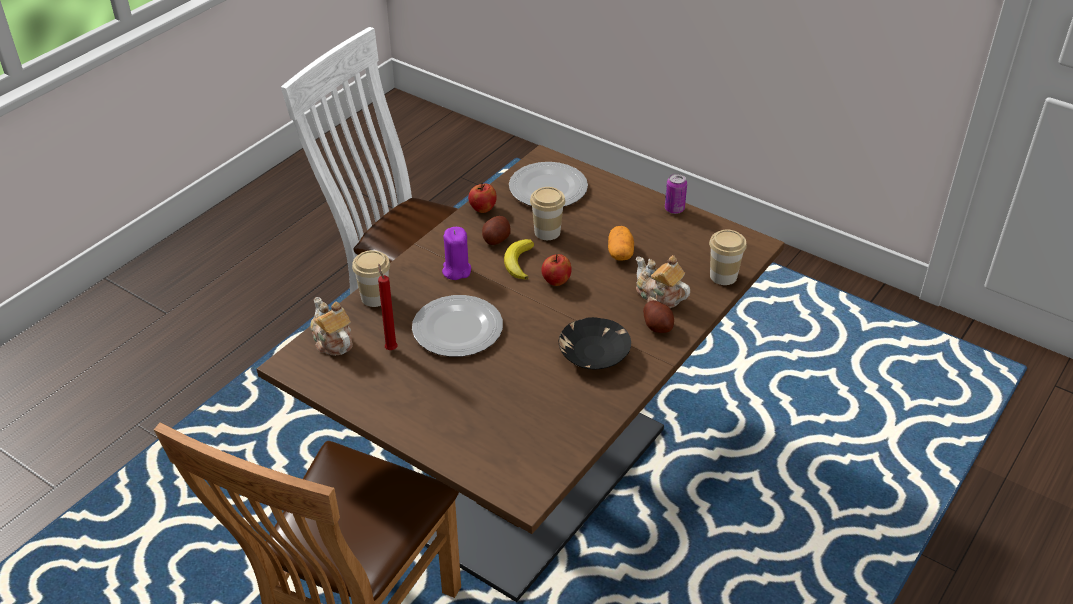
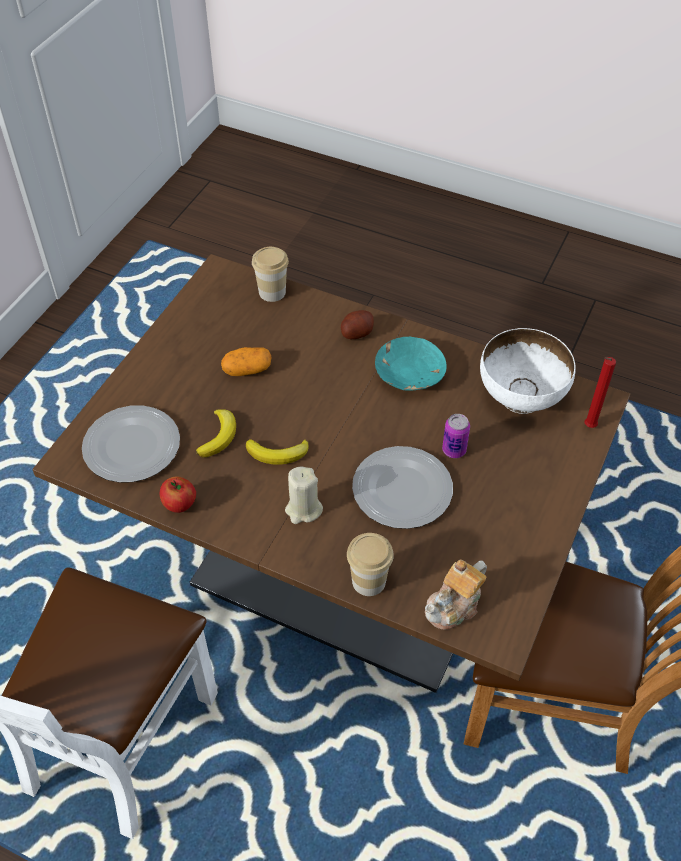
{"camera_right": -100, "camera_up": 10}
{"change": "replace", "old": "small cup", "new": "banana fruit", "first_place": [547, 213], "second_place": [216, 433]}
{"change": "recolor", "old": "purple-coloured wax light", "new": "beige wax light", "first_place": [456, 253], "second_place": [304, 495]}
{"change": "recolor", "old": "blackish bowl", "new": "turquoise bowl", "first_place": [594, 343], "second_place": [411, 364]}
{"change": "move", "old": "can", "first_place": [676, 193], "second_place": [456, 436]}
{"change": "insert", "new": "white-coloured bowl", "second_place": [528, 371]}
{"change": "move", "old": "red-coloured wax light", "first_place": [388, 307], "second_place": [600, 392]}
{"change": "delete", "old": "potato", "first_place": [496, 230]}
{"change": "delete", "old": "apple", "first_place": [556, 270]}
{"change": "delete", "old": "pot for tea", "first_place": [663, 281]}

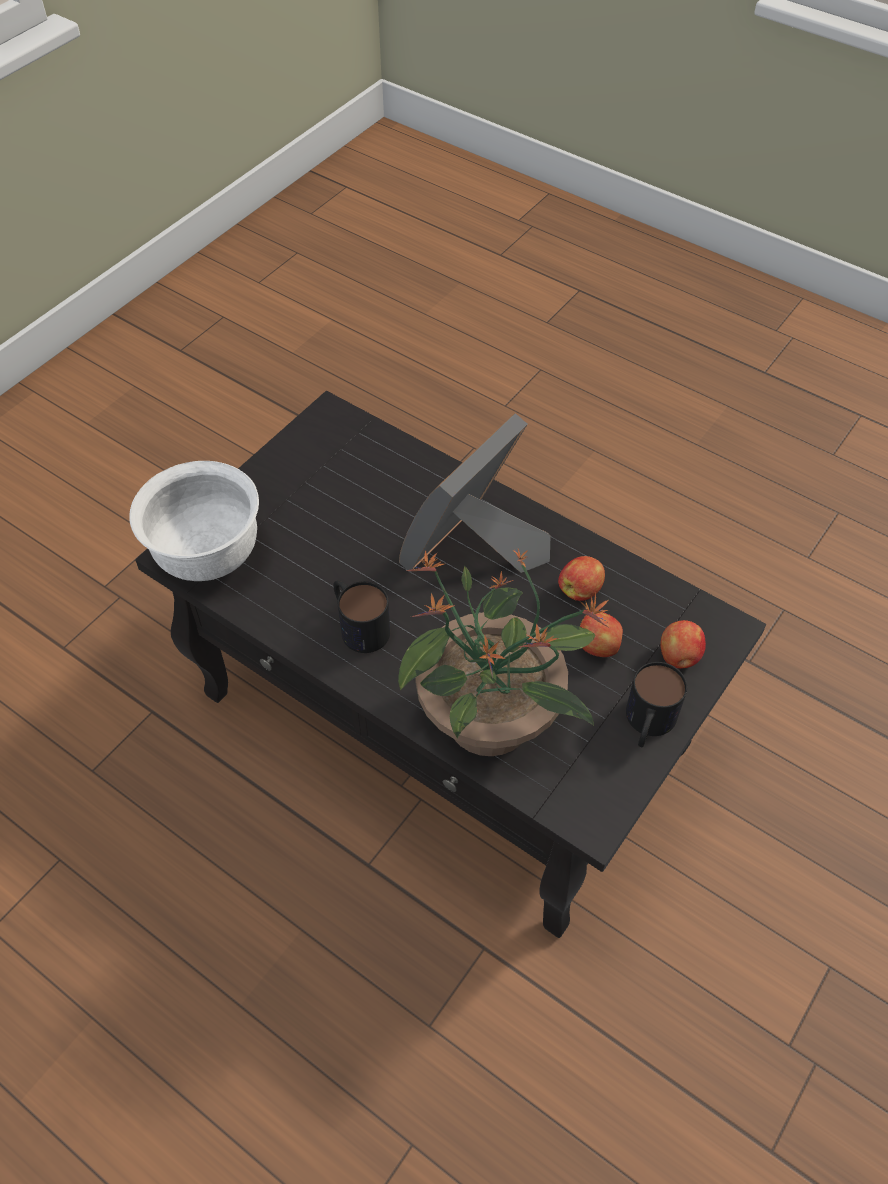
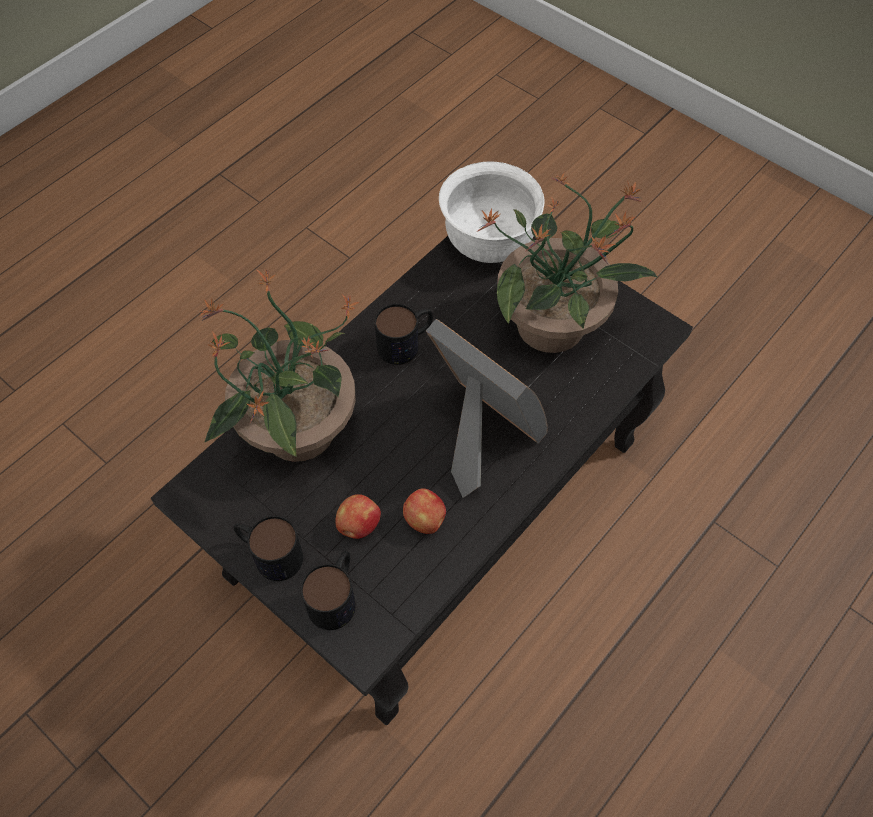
{"camera_right": 95, "camera_up": 5}
{"change": "replace", "old": "apple", "new": "coffee mug", "first_place": [683, 644], "second_place": [328, 590]}
{"change": "insert", "new": "houseplant", "second_place": [568, 262]}

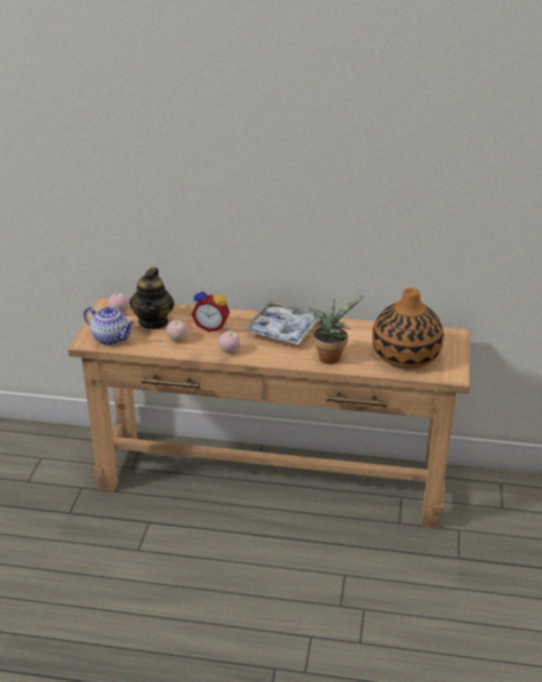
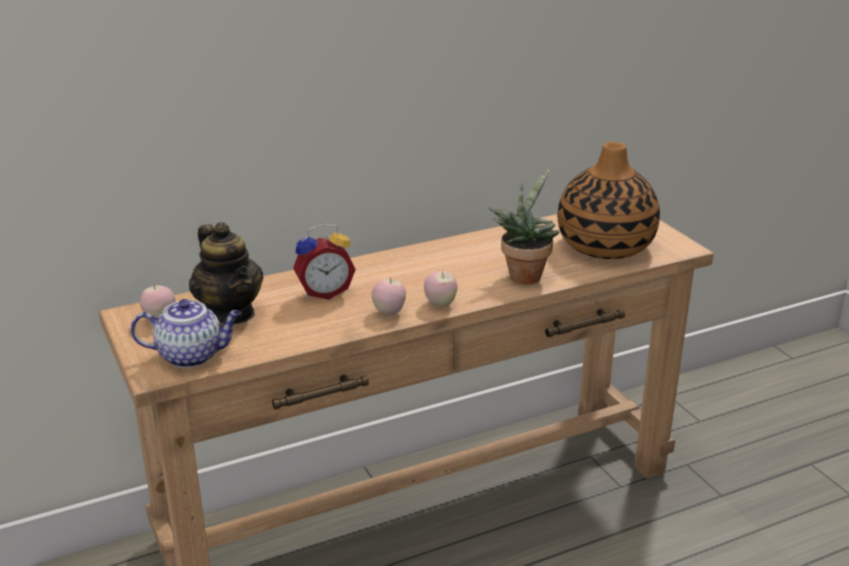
{"camera_right": -35, "camera_up": -5}
{"change": "move", "old": "apple", "first_place": [177, 331], "second_place": [440, 289]}
{"change": "delete", "old": "serving tray", "first_place": [282, 323]}

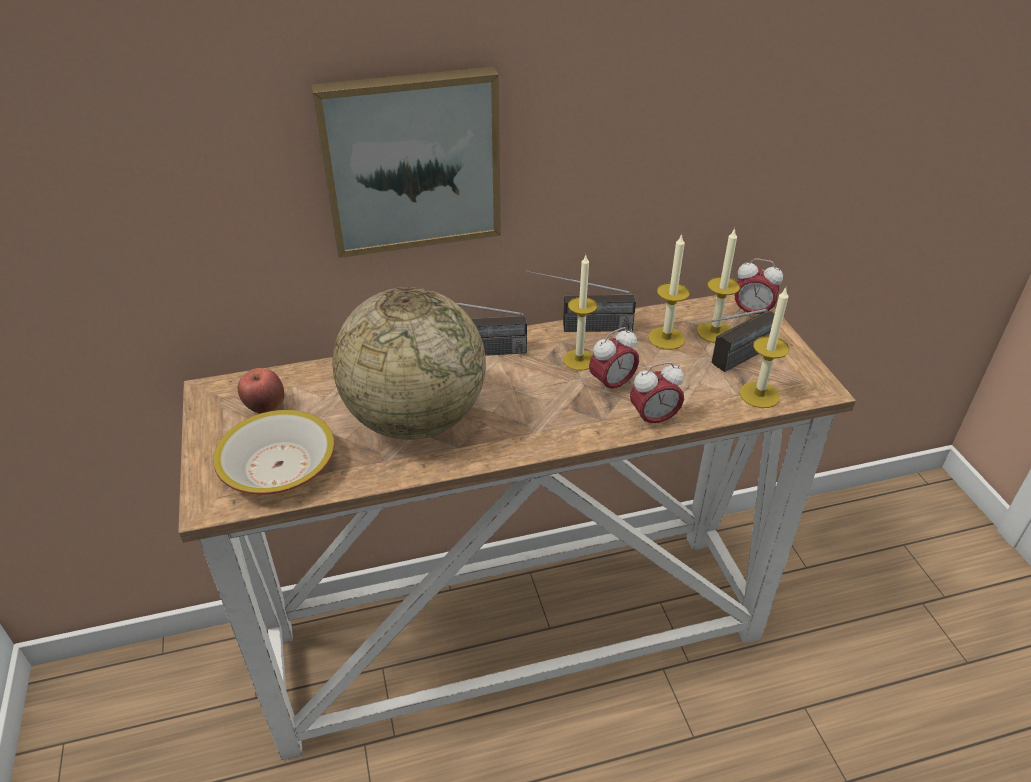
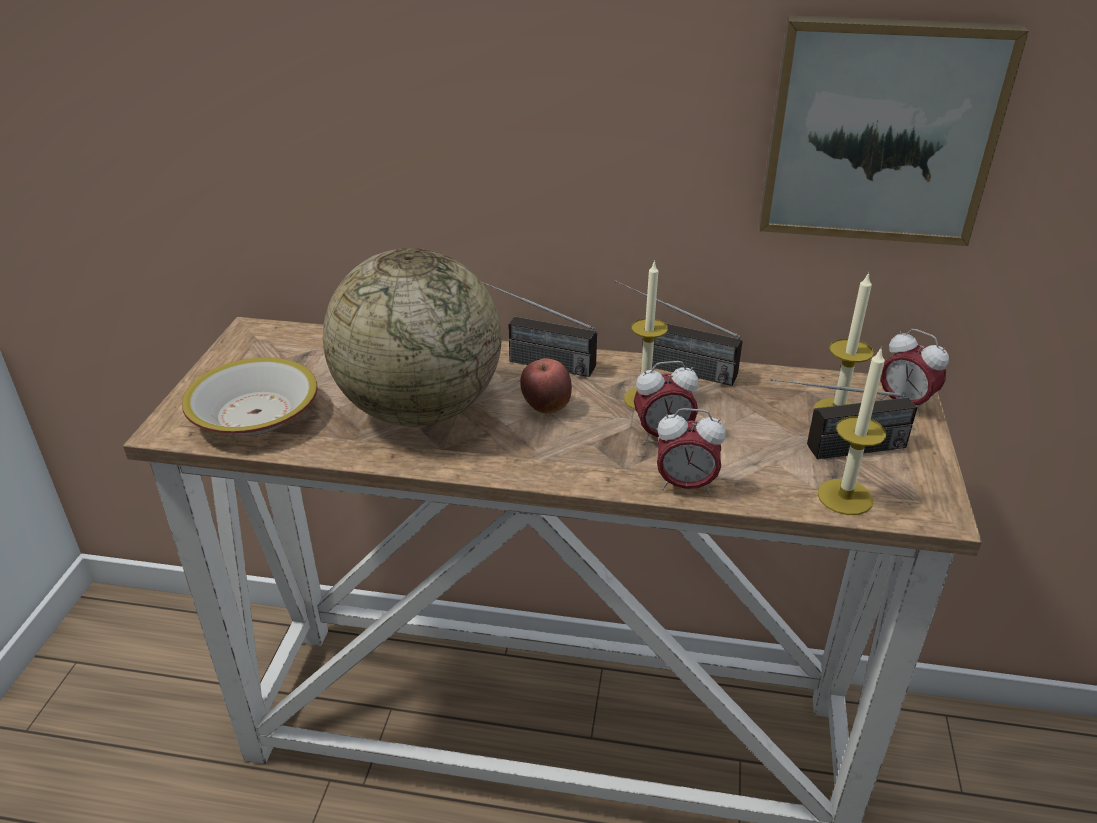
{"camera_right": 25, "camera_up": -5}
{"change": "move", "old": "apple", "first_place": [261, 391], "second_place": [546, 386]}
{"change": "move", "old": "wall art", "first_place": [406, 162], "second_place": [894, 130]}
{"change": "delete", "old": "wax light", "first_place": [669, 292]}

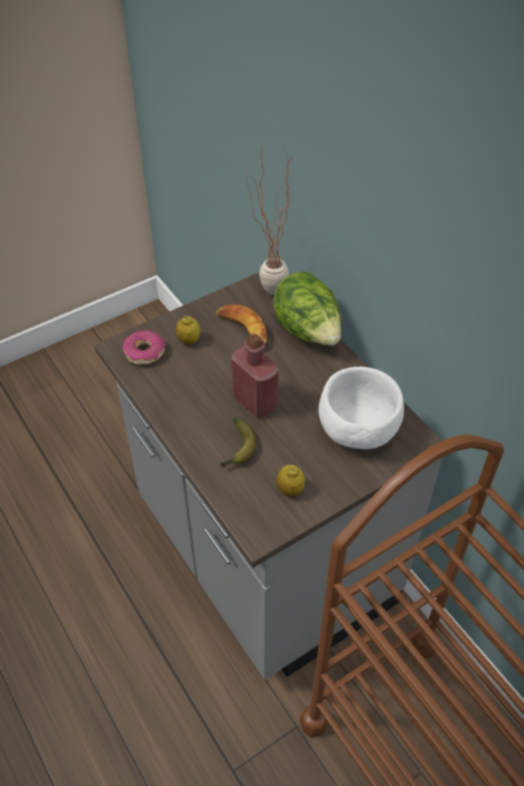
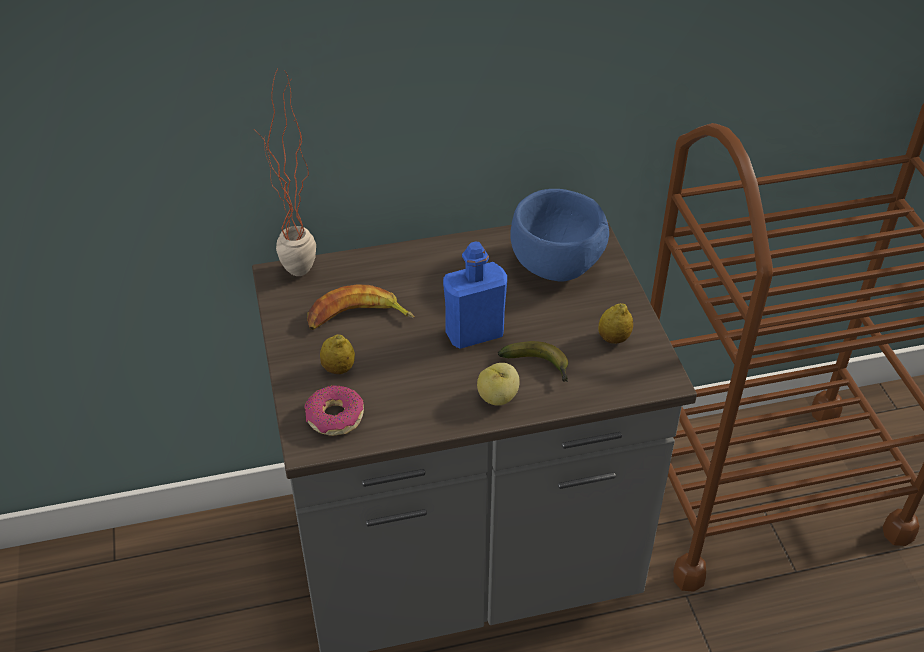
{"camera_right": -70, "camera_up": -5}
{"change": "recolor", "old": "red-coloured beverage bottle", "new": "bluish beverage bottle", "first_place": [255, 376], "second_place": [475, 295]}
{"change": "insert", "new": "apple", "second_place": [498, 384]}
{"change": "recolor", "old": "white-coloured bowl", "new": "bluish bowl", "first_place": [361, 408], "second_place": [559, 235]}
{"change": "delete", "old": "lettuce", "first_place": [307, 308]}

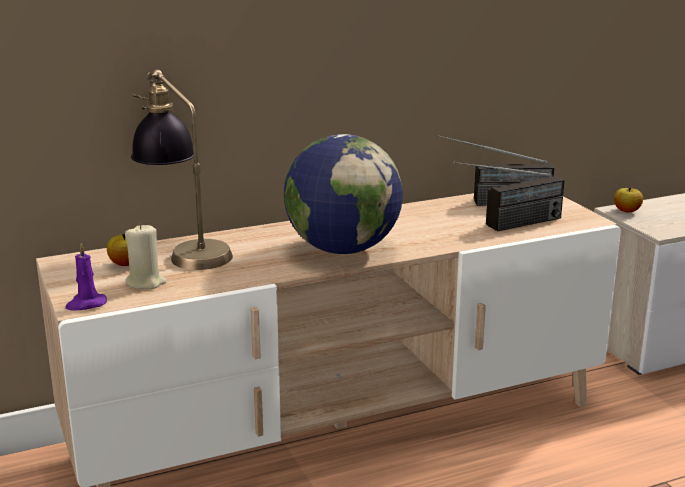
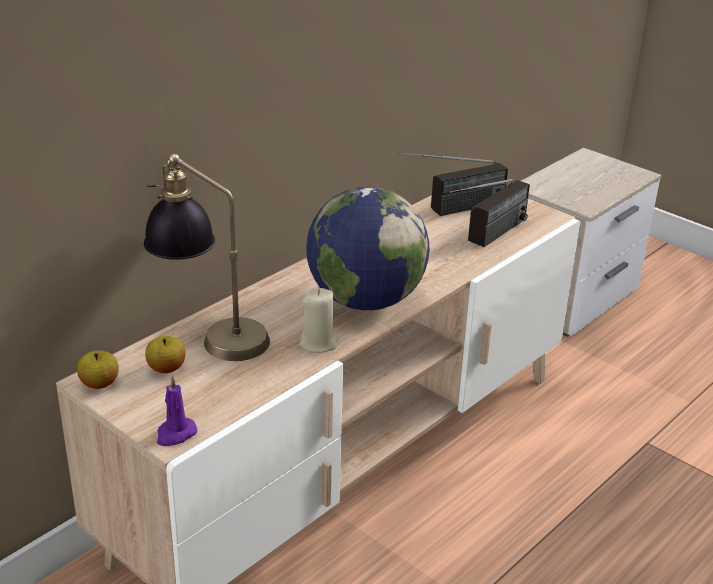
{"camera_right": -25, "camera_up": 10}
{"change": "move", "old": "apple", "first_place": [628, 199], "second_place": [98, 369]}
{"change": "move", "old": "beige wax light", "first_place": [146, 256], "second_place": [318, 320]}

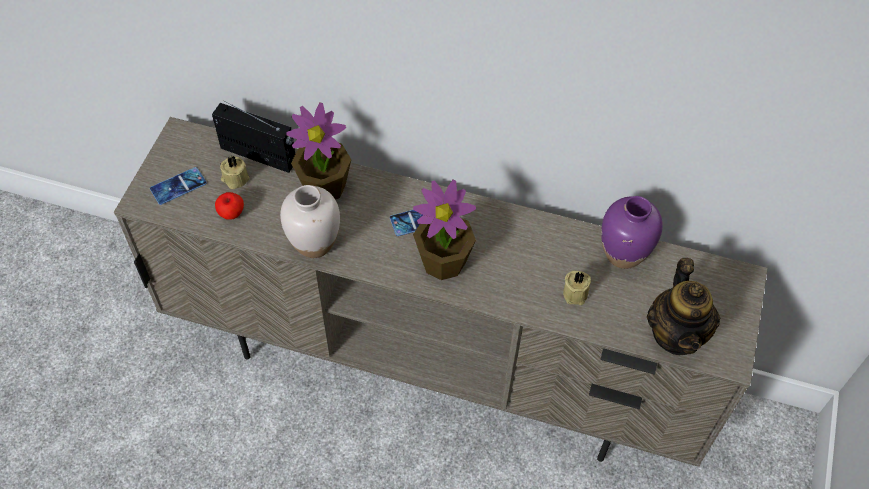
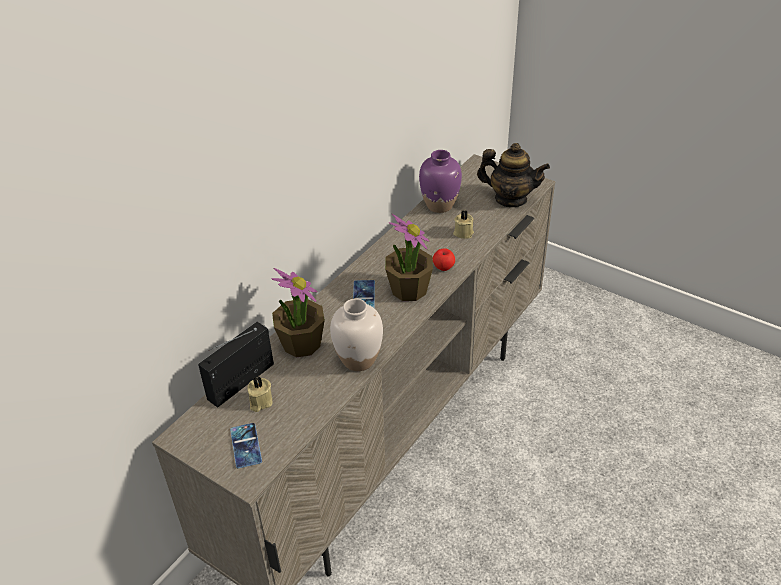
{"camera_right": -70, "camera_up": -15}
{"change": "move", "old": "apple", "first_place": [229, 206], "second_place": [444, 259]}

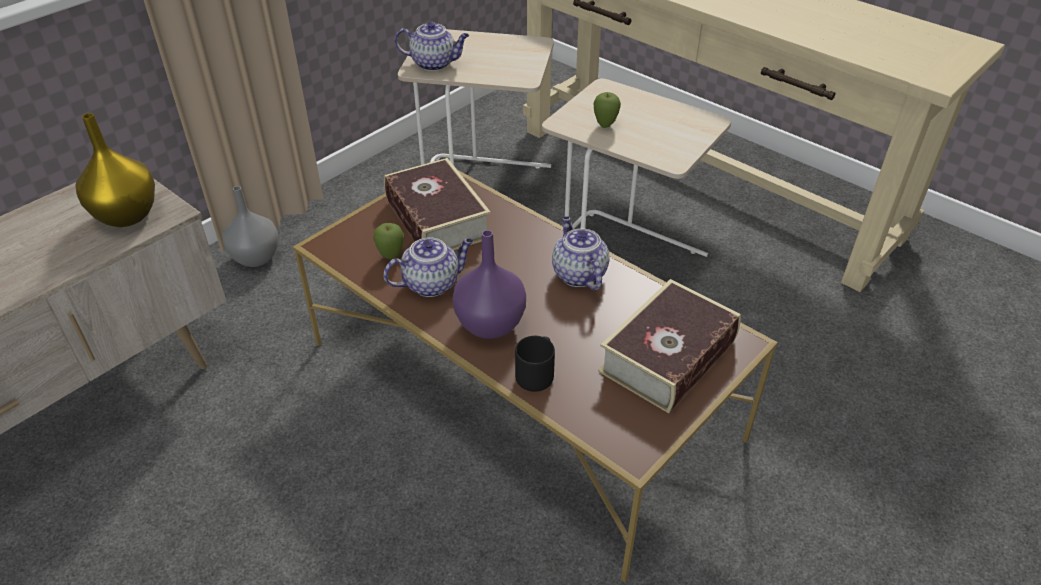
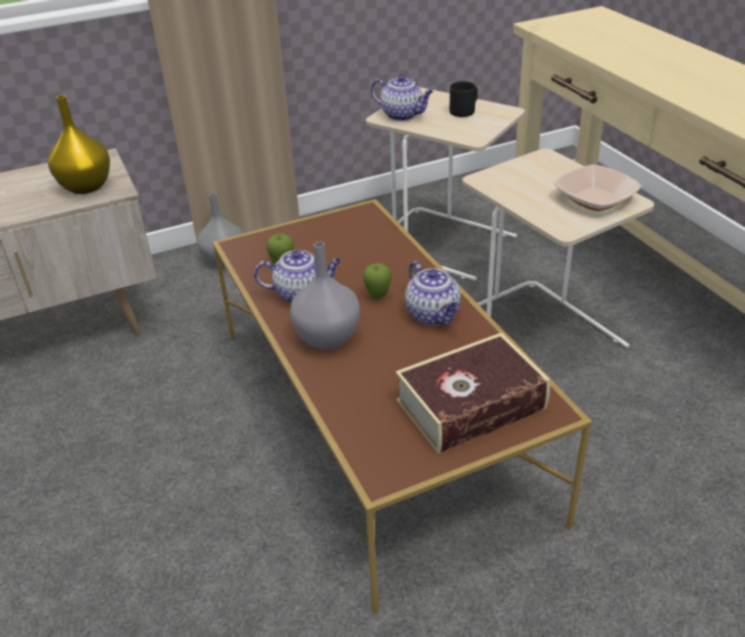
{"camera_right": 25, "camera_up": -5}
{"change": "recolor", "old": "purple-coloured vase", "new": "gray vase", "first_place": [489, 284], "second_place": [325, 296]}
{"change": "move", "old": "apple", "first_place": [607, 110], "second_place": [377, 281]}
{"change": "rotate", "old": "pot for tea", "first_place": [580, 253], "second_place": [433, 293], "degrees": 150}
{"change": "move", "old": "blackish coffee mug", "first_place": [535, 364], "second_place": [464, 99]}
{"change": "insert", "new": "bowl", "second_place": [597, 188]}
{"change": "delete", "old": "bound book", "first_place": [437, 204]}

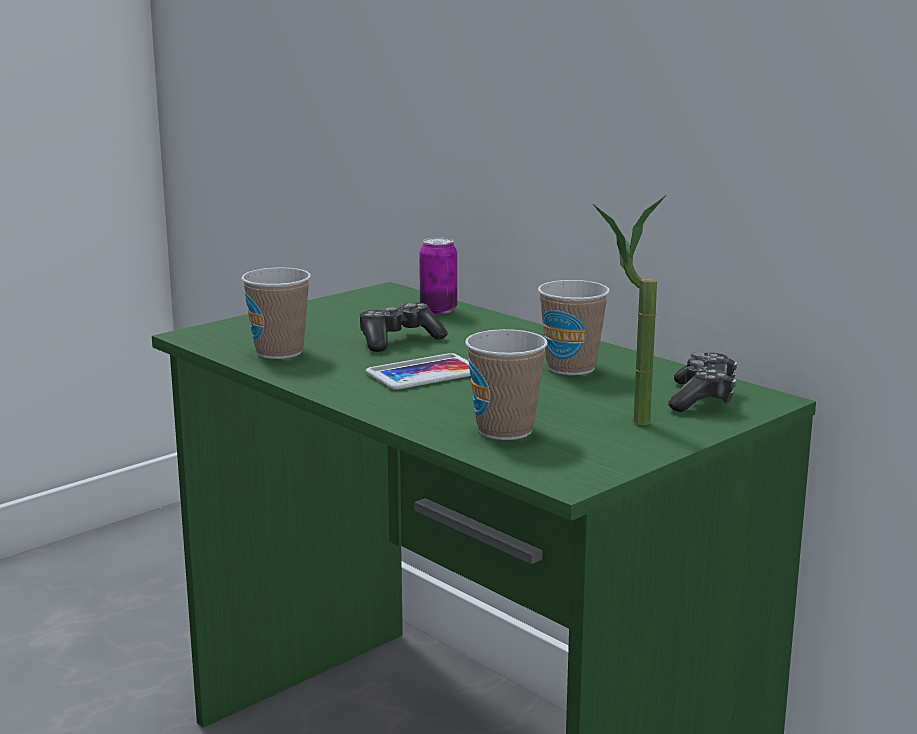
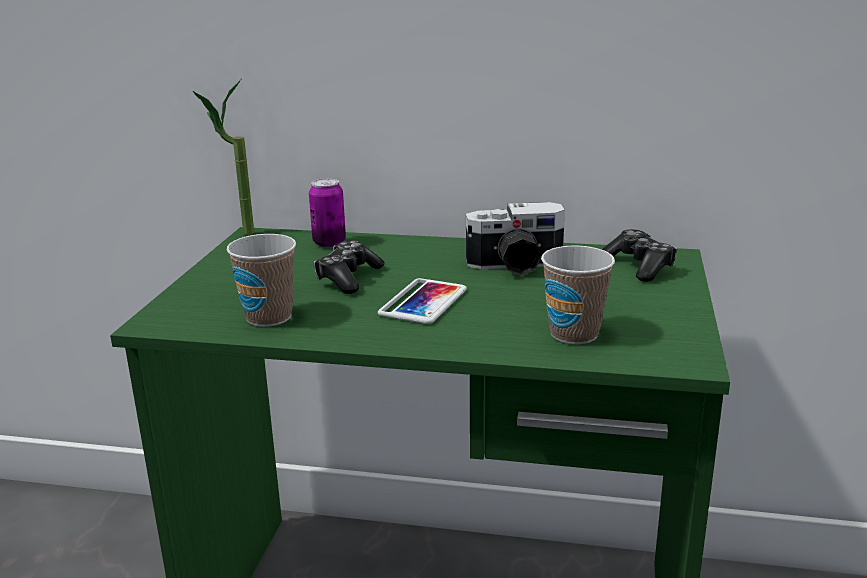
{"camera_right": -35, "camera_up": 5}
{"change": "move", "old": "houseplant", "first_place": [629, 310], "second_place": [223, 157]}
{"change": "replace", "old": "small cup", "new": "photo camera", "first_place": [574, 327], "second_place": [515, 239]}

